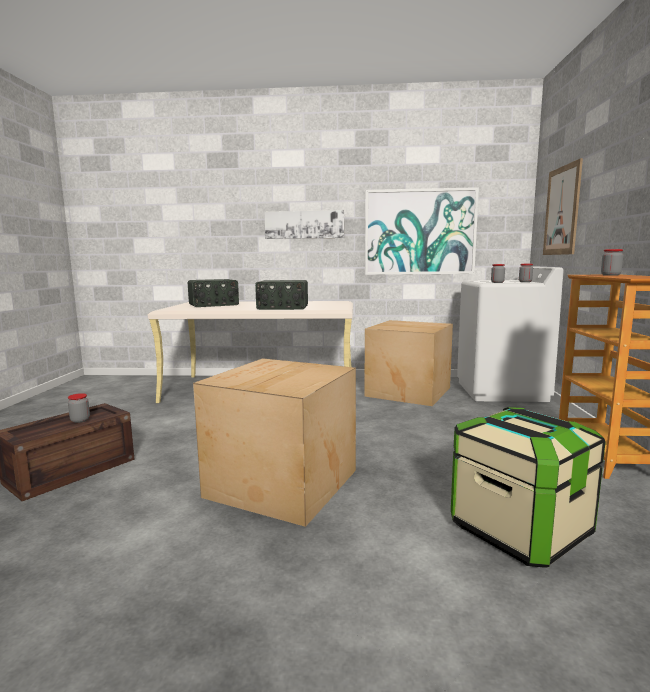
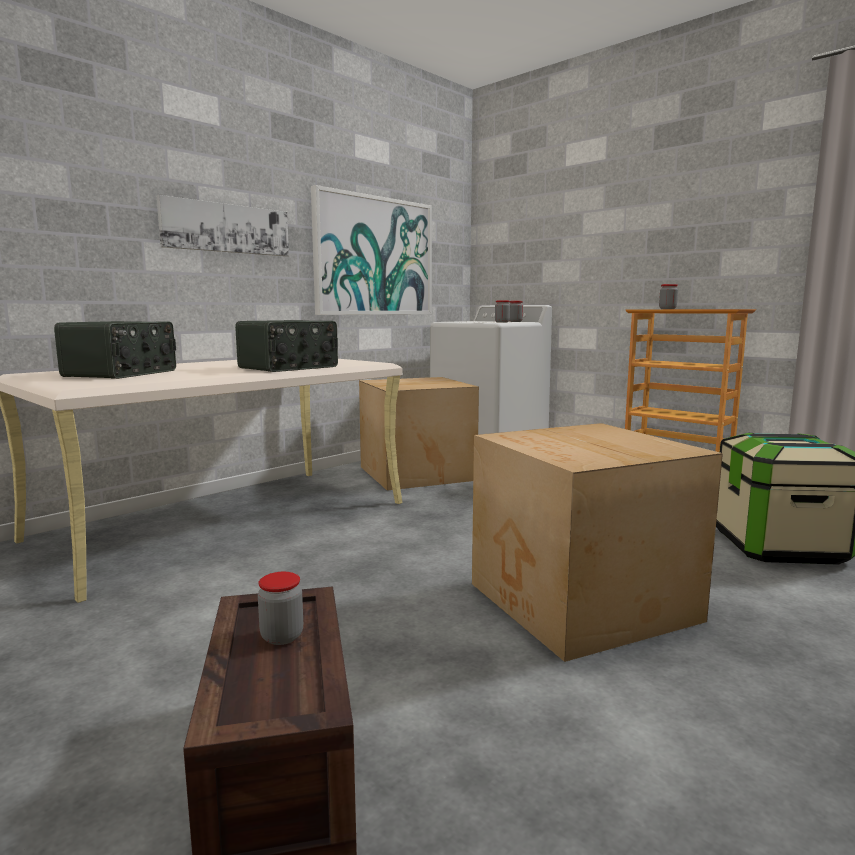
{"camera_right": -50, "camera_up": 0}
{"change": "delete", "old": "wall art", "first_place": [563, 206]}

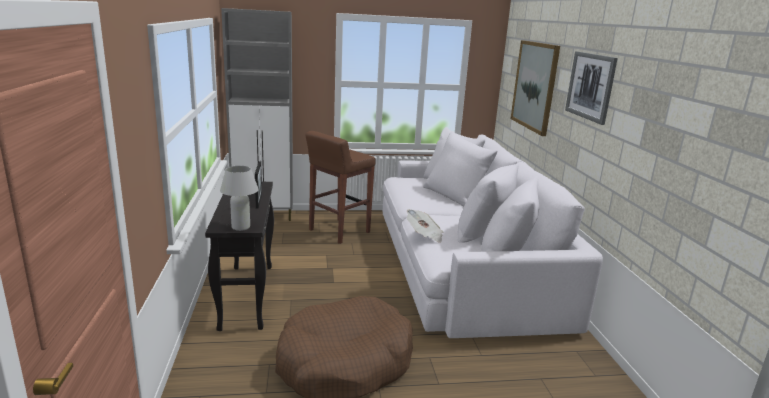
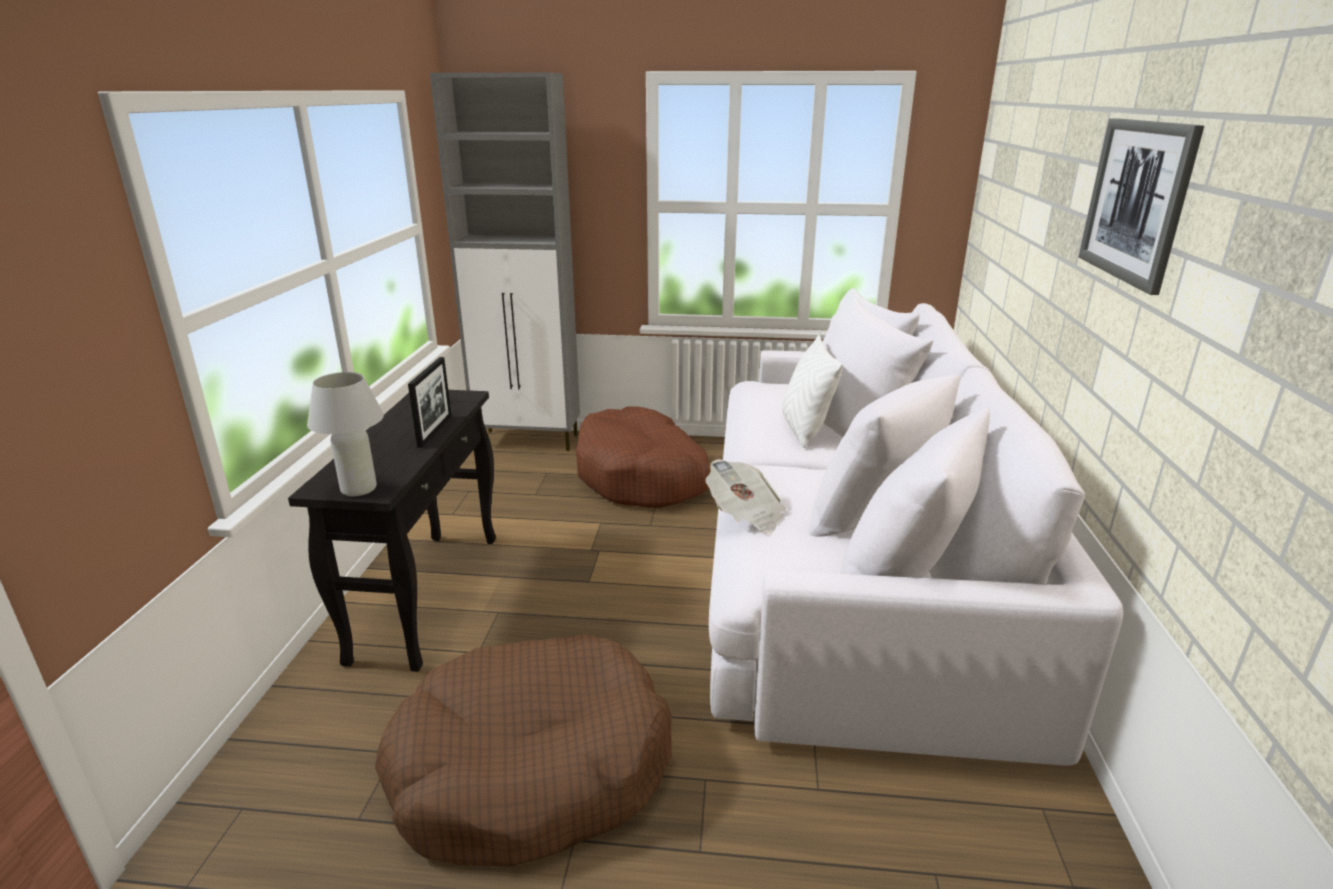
{"camera_right": 15, "camera_up": 5}
{"change": "replace", "old": "brownish sitting stool", "new": "brownish dog bed", "first_place": [340, 187], "second_place": [643, 457]}
{"change": "insert", "new": "white-coloured cushion", "second_place": [812, 391]}
{"change": "delete", "old": "wall art", "first_place": [535, 88]}

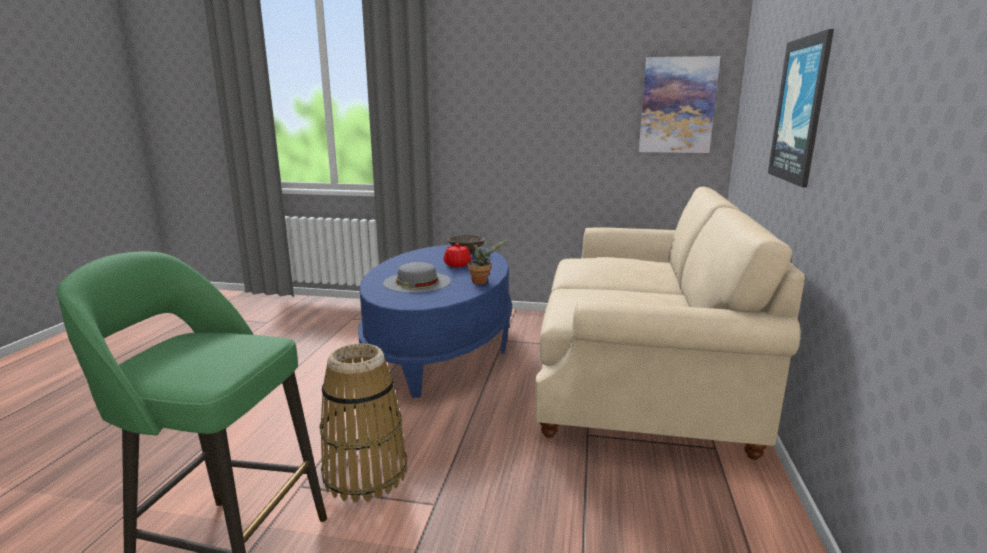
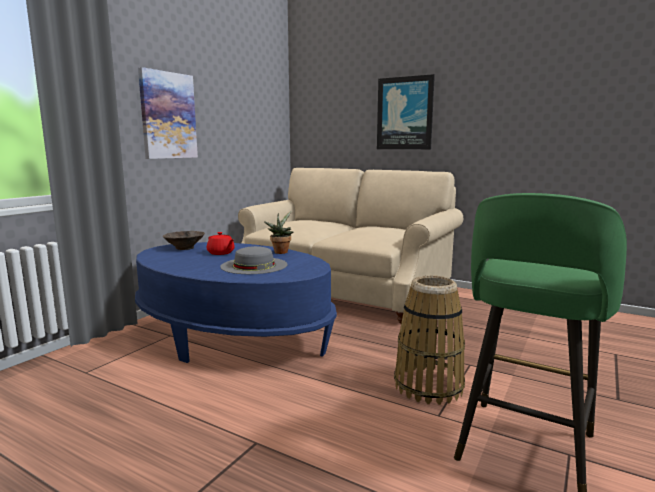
{"camera_right": -70, "camera_up": -5}
{"change": "move", "old": "wall art", "first_place": [679, 104], "second_place": [168, 113]}

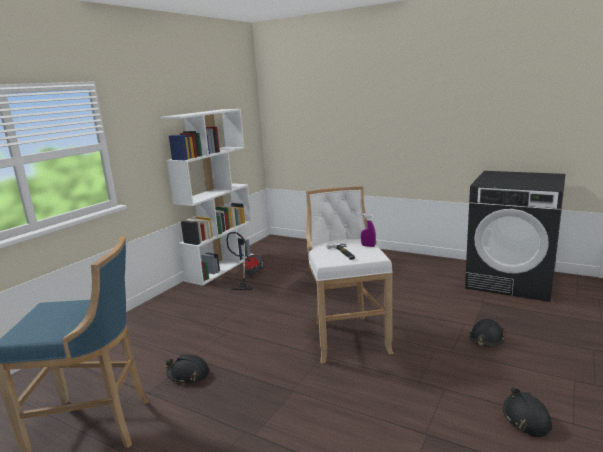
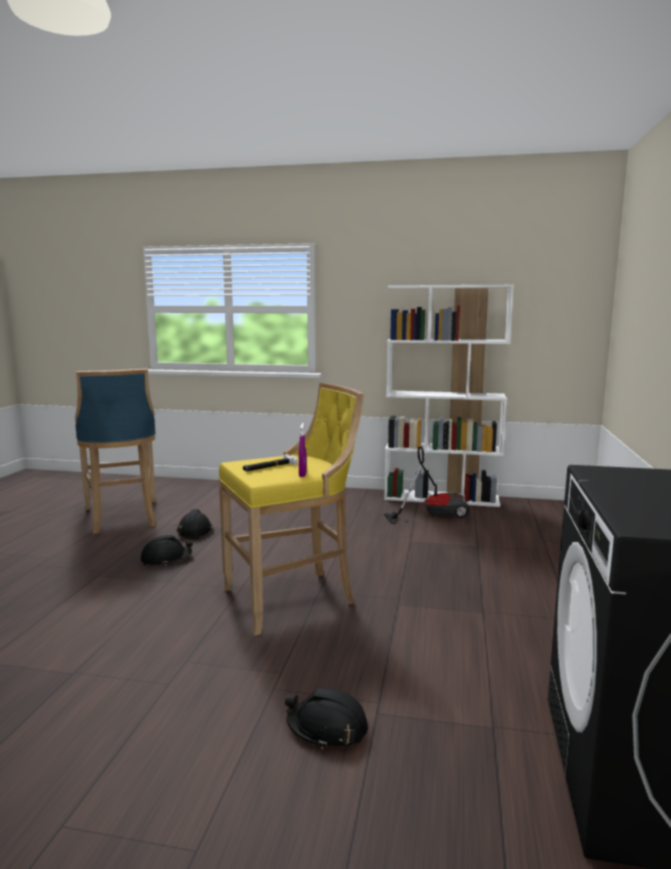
{"camera_right": 70, "camera_up": -5}
{"change": "move", "old": "blackish hard hat", "first_place": [527, 412], "second_place": [167, 550]}
{"change": "recolor", "old": "white-coloured sitting stool", "new": "yellowish sitting stool", "first_place": [350, 275], "second_place": [291, 509]}

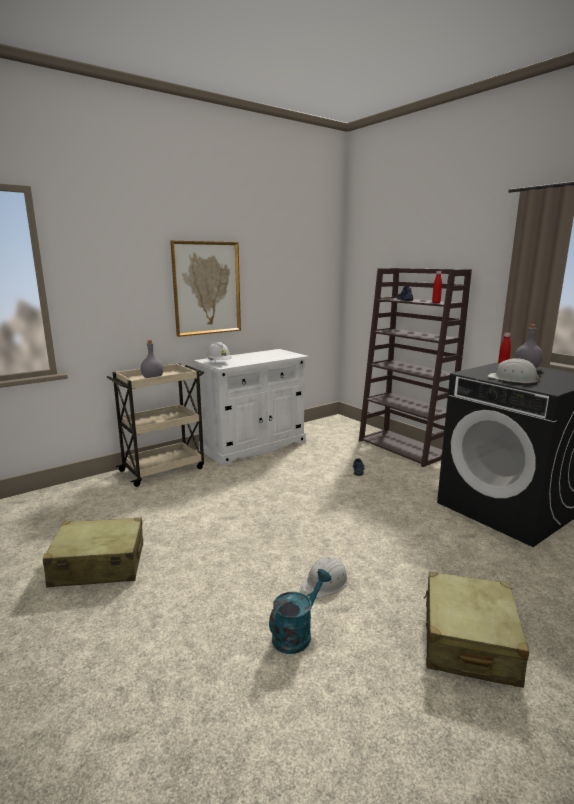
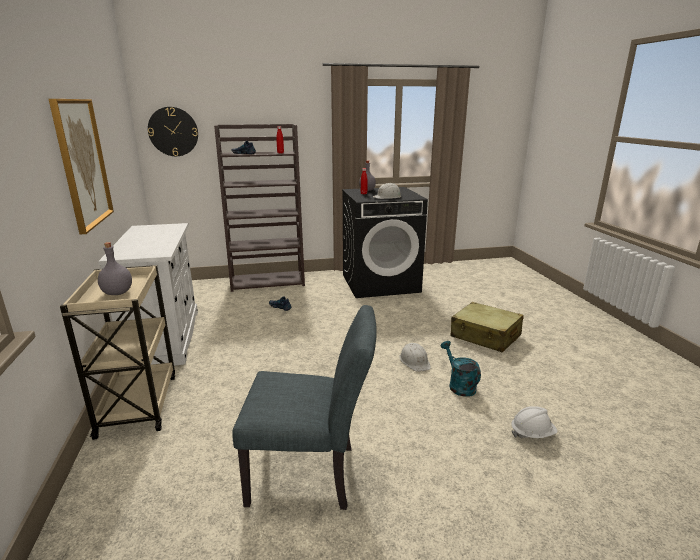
{"camera_right": -65, "camera_up": 5}
{"change": "insert", "new": "hanging clock", "second_place": [173, 131]}
{"change": "replace", "old": "beige suitcase", "new": "gray upright chair", "first_place": [93, 553], "second_place": [304, 407]}
{"change": "move", "old": "white-coloured hard hat", "first_place": [219, 351], "second_place": [534, 422]}

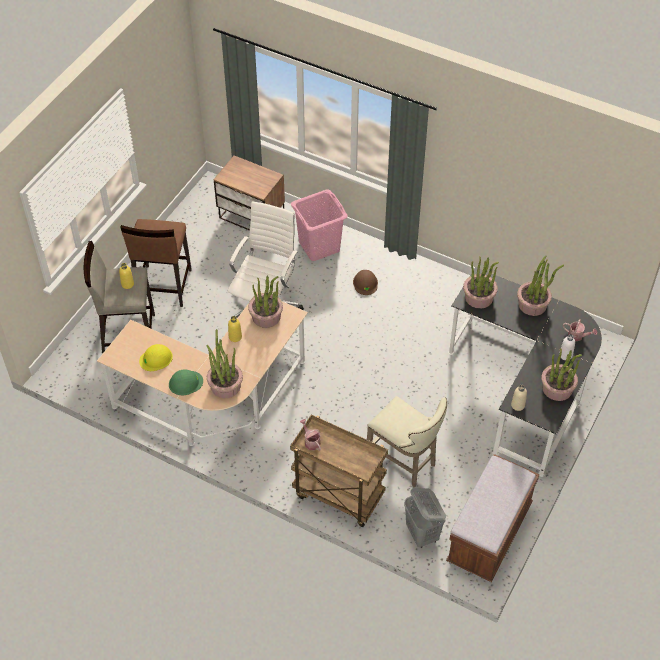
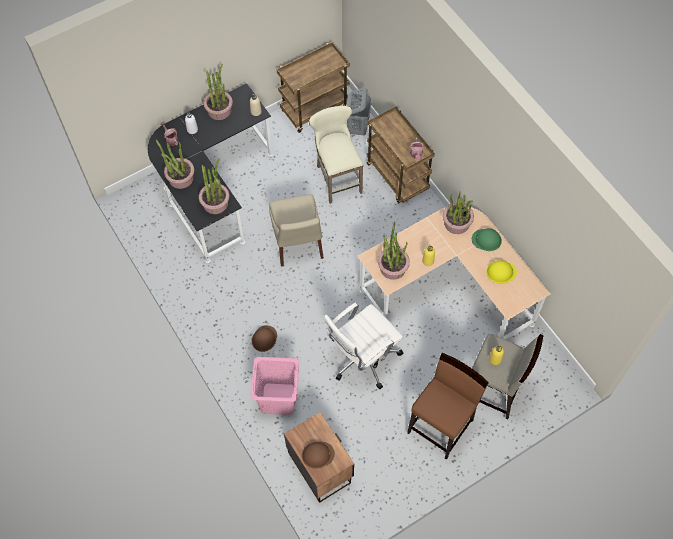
{"camera_right": -150, "camera_up": 10}
{"change": "insert", "new": "beige upright chair", "second_place": [296, 230]}
{"change": "replace", "old": "brownish indoor bench", "new": "brownish trolley", "first_place": [492, 518], "second_place": [313, 87]}
{"change": "insert", "new": "brownish hard hat", "second_place": [318, 455]}

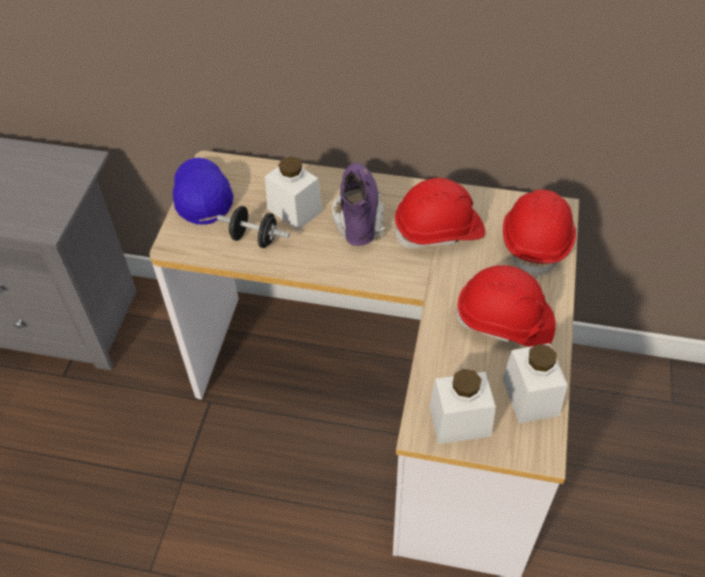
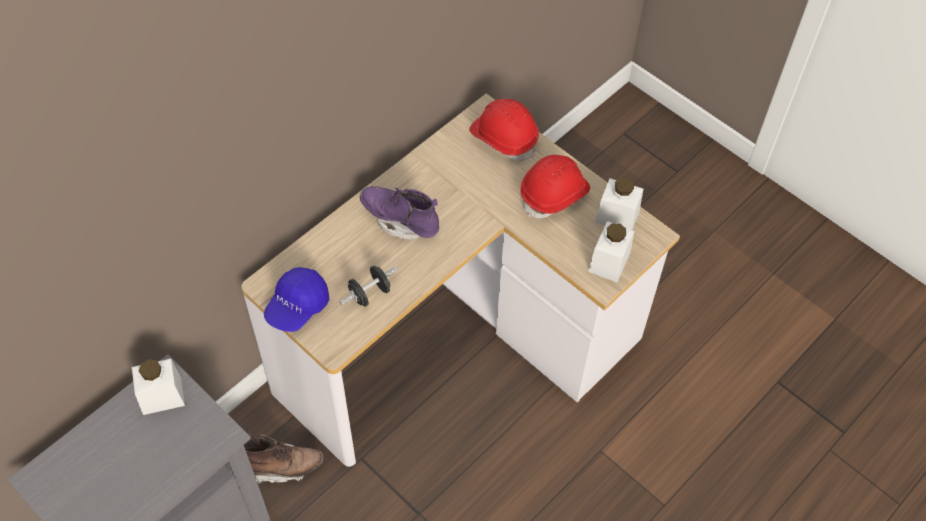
{"camera_right": -60, "camera_up": 5}
{"change": "move", "old": "white-coloured jar", "first_place": [294, 193], "second_place": [158, 387]}
{"change": "insert", "new": "brownish boot", "second_place": [284, 459]}
{"change": "rotate", "old": "bluish cap", "first_place": [203, 191], "second_place": [296, 299], "degrees": -75}
{"change": "delete", "old": "red-coloured hard hat", "first_place": [440, 213]}

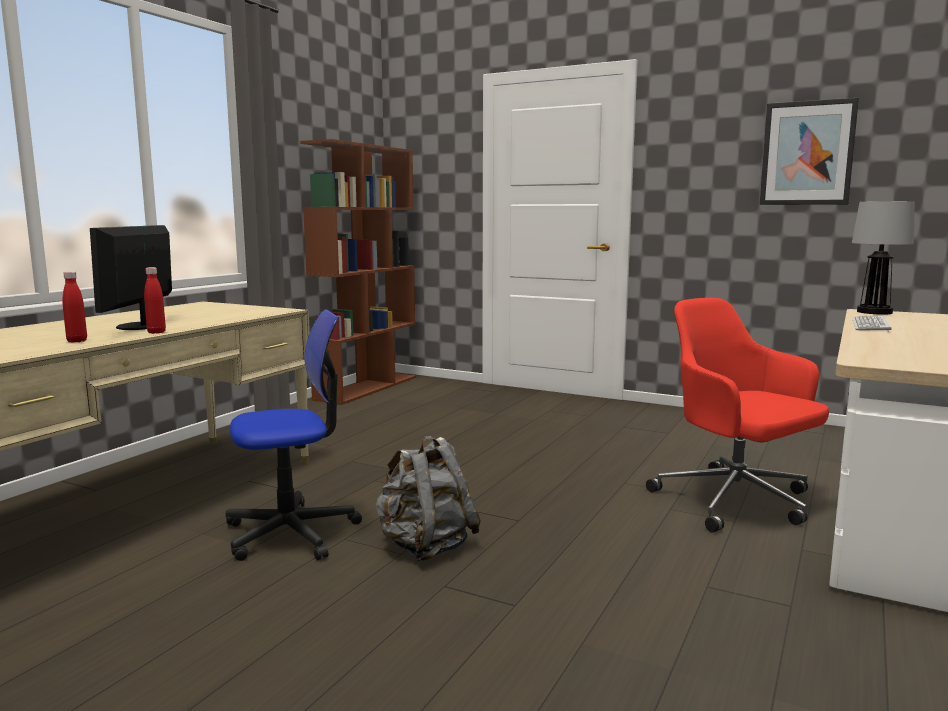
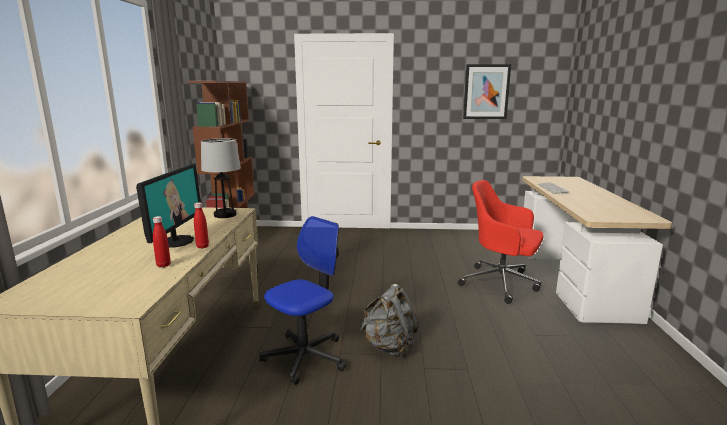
{"camera_right": -25, "camera_up": 5}
{"change": "rotate", "old": "computer display", "first_place": [131, 277], "second_place": [168, 206], "degrees": -150}
{"change": "move", "old": "table lamp", "first_place": [883, 258], "second_place": [221, 178]}

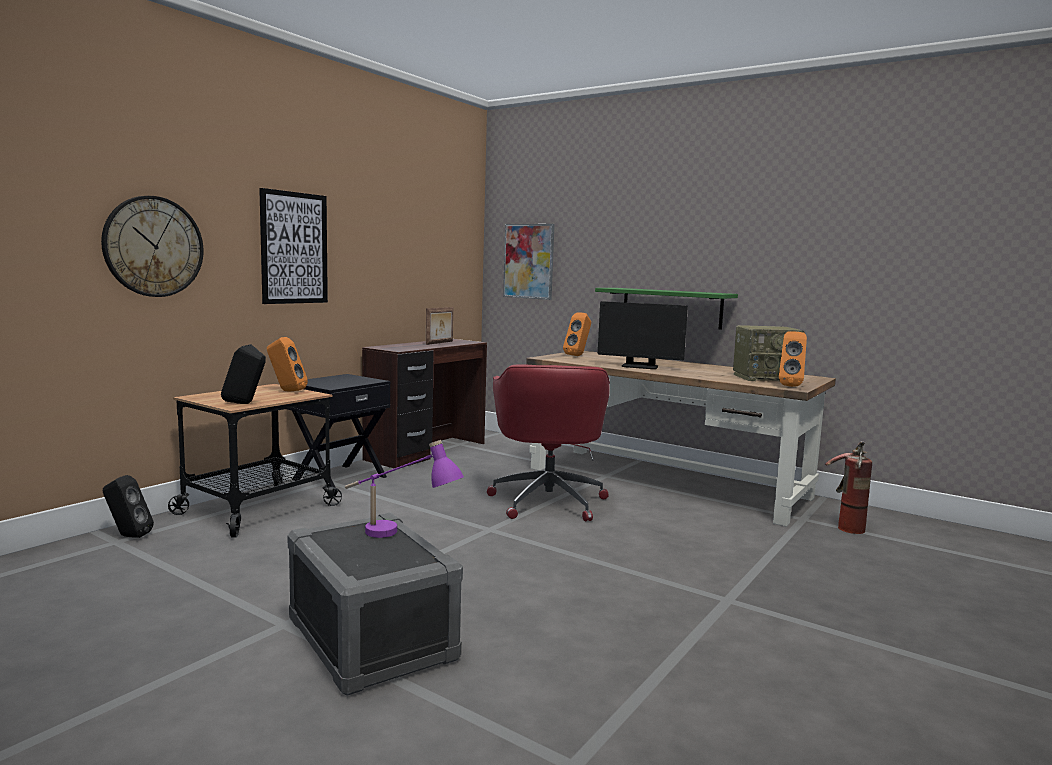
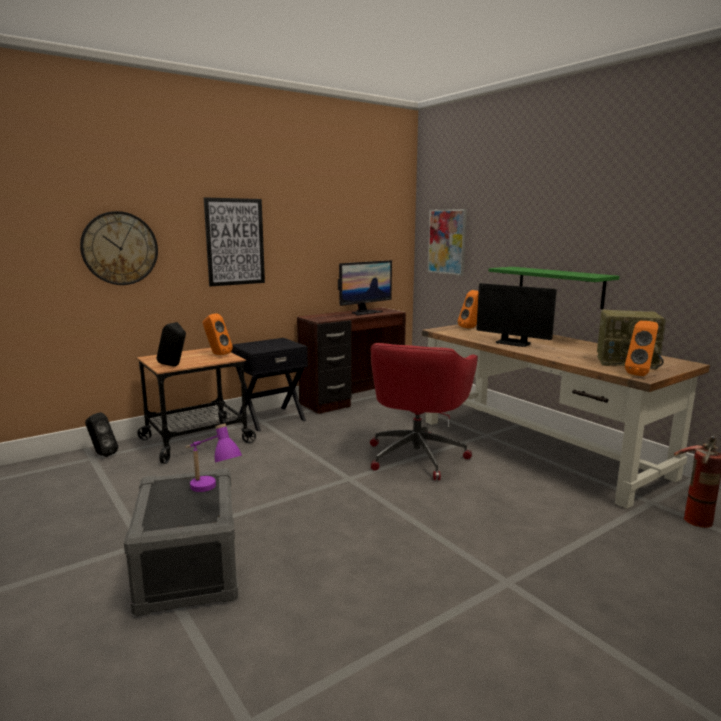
{"camera_right": 20, "camera_up": 5}
{"change": "replace", "old": "photo frame", "new": "computer display", "first_place": [439, 326], "second_place": [365, 287]}

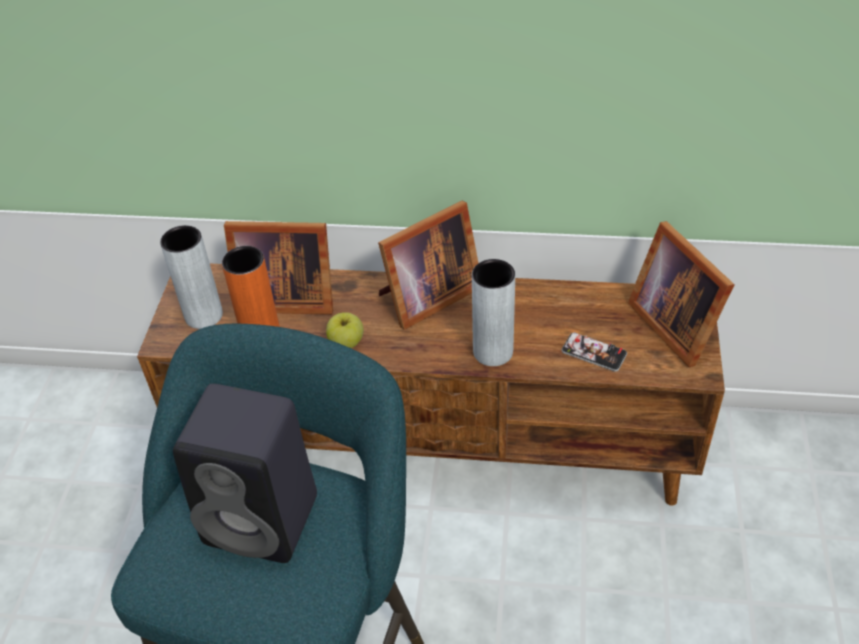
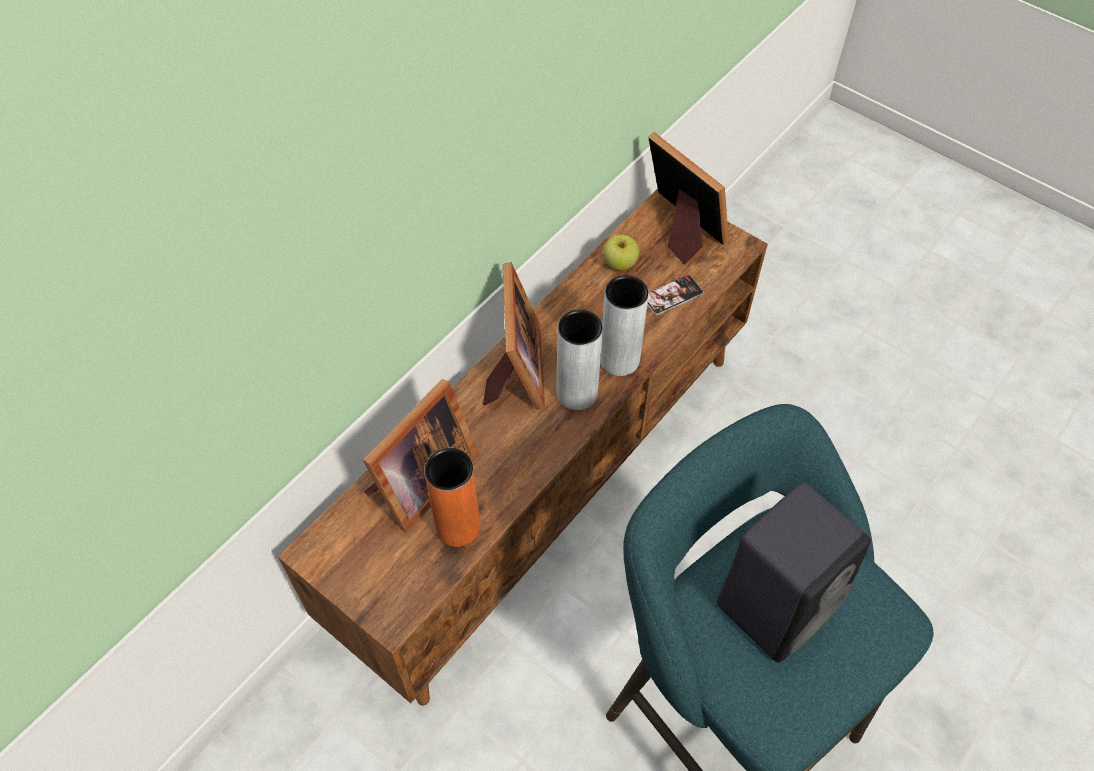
{"camera_right": -60, "camera_up": 10}
{"change": "move", "old": "gray vase", "first_place": [191, 277], "second_place": [580, 360]}
{"change": "move", "old": "apple", "first_place": [345, 330], "second_place": [621, 252]}
{"change": "rotate", "old": "photo frame", "first_place": [681, 294], "second_place": [688, 198], "degrees": -135}

